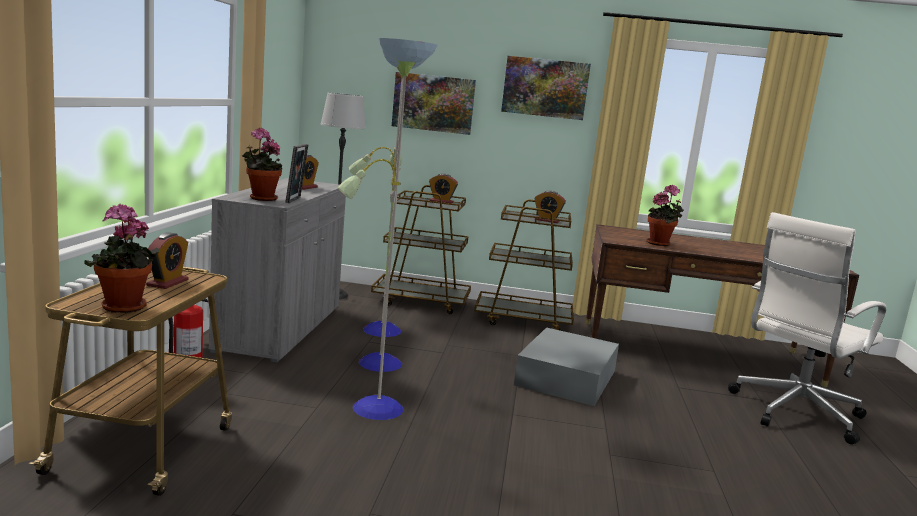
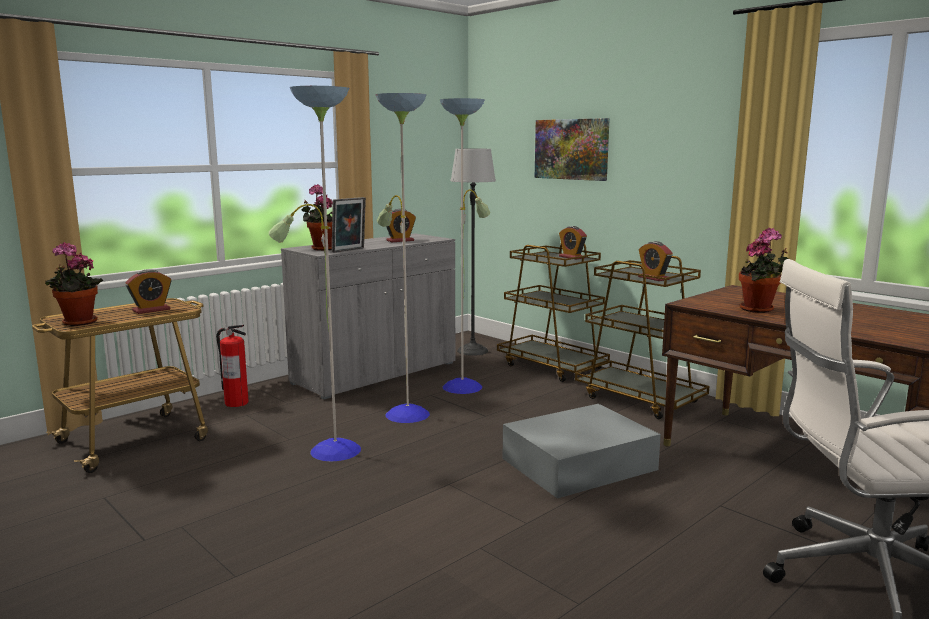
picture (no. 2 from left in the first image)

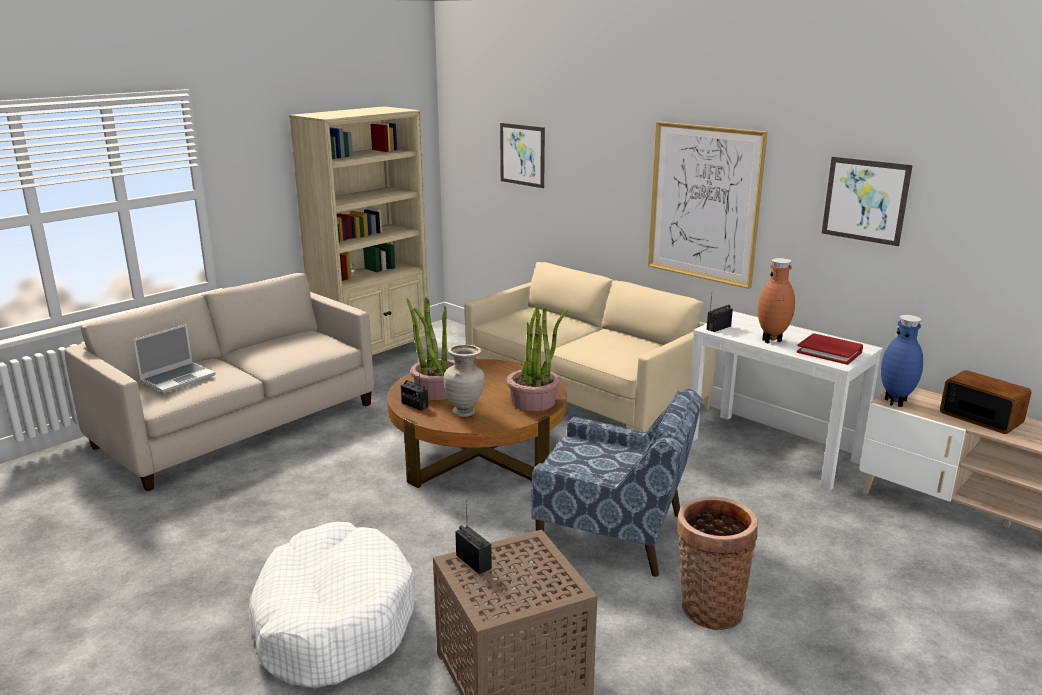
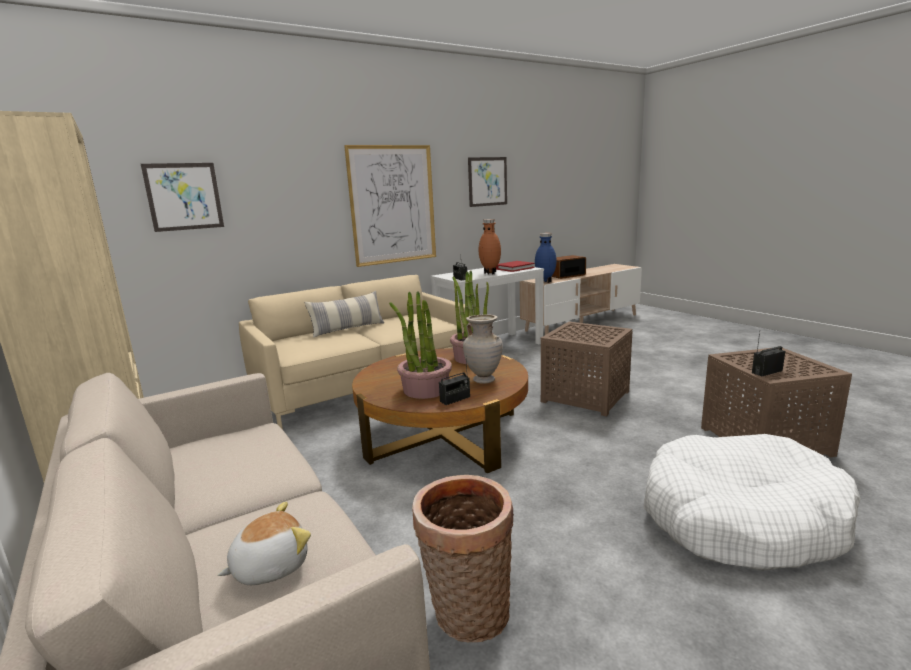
plush toy
side table in brown (no. 1 from left)
basket
pillow

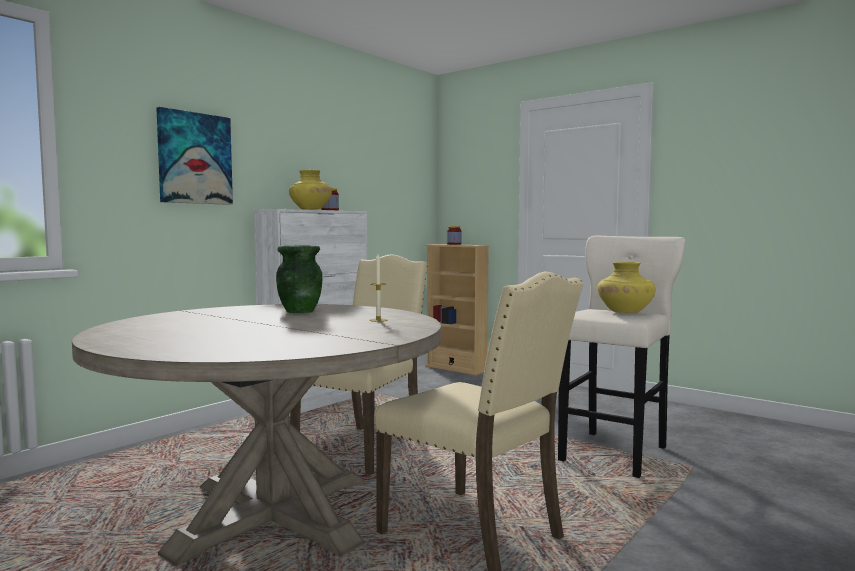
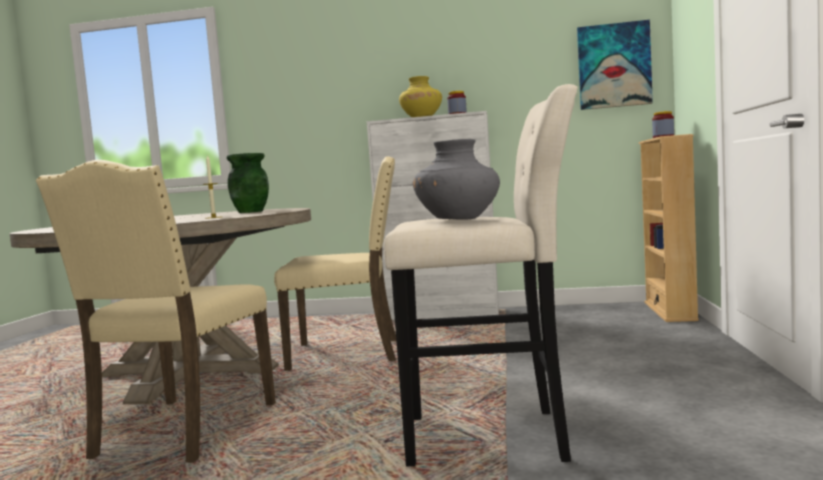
picture
vase in grey

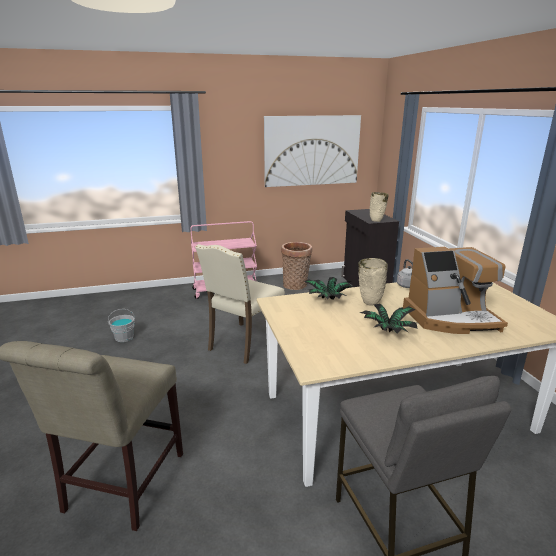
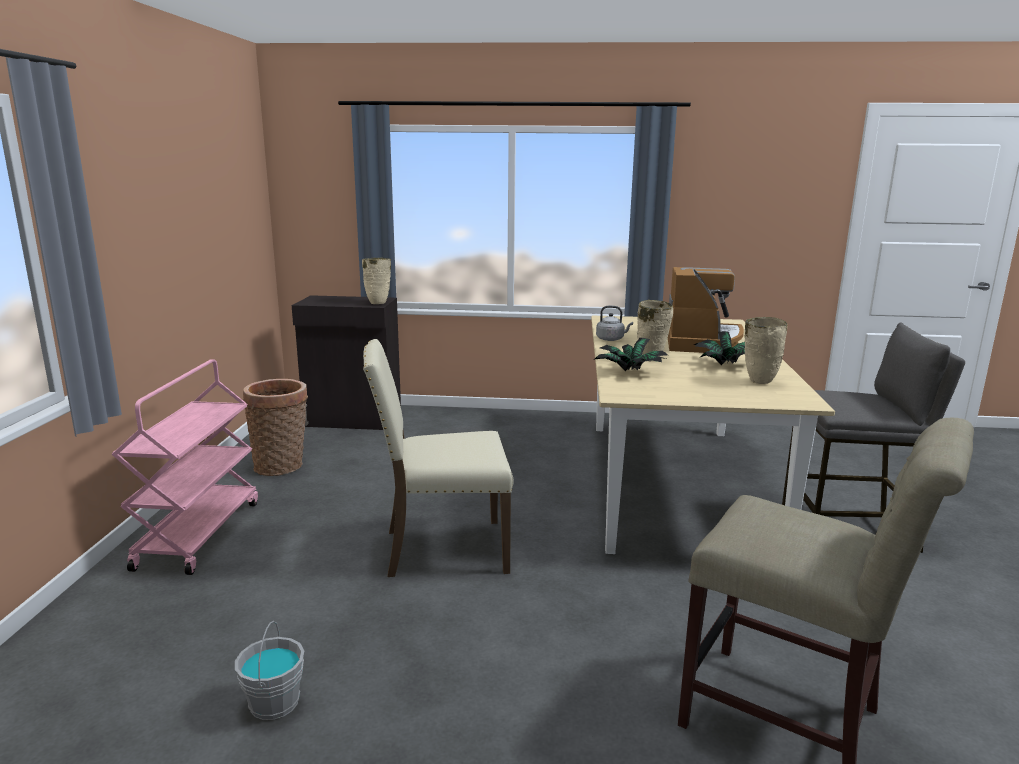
chair in beige (no. 1 from left)
picture
vase in beige (no. 3 from left)

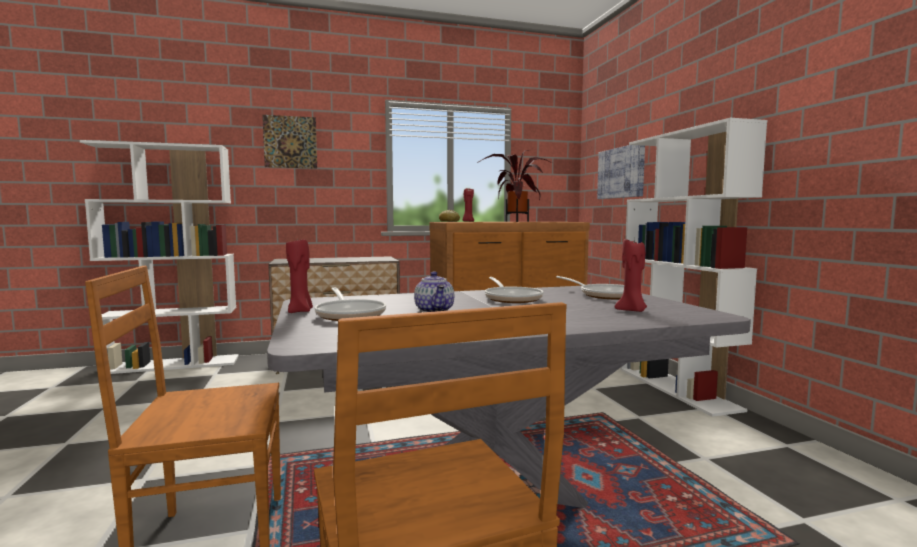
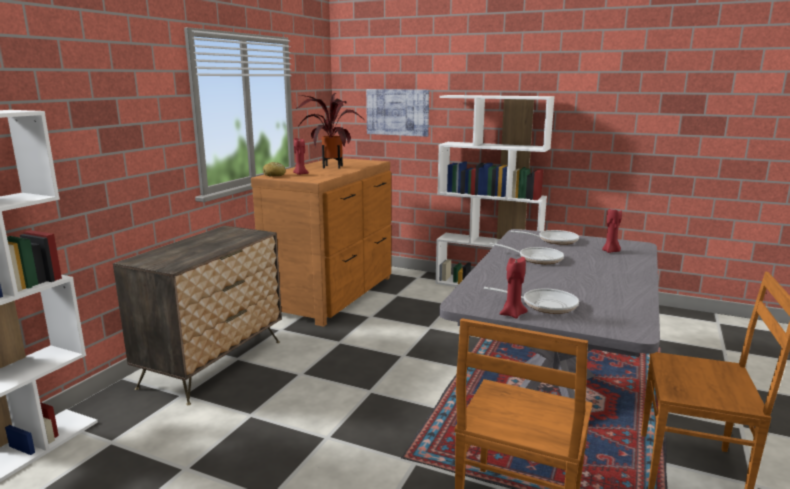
picture (no. 1 from left in the first image)
teapot

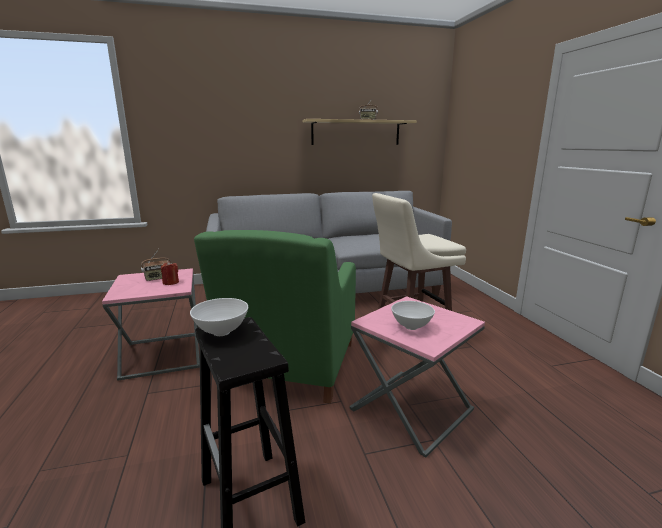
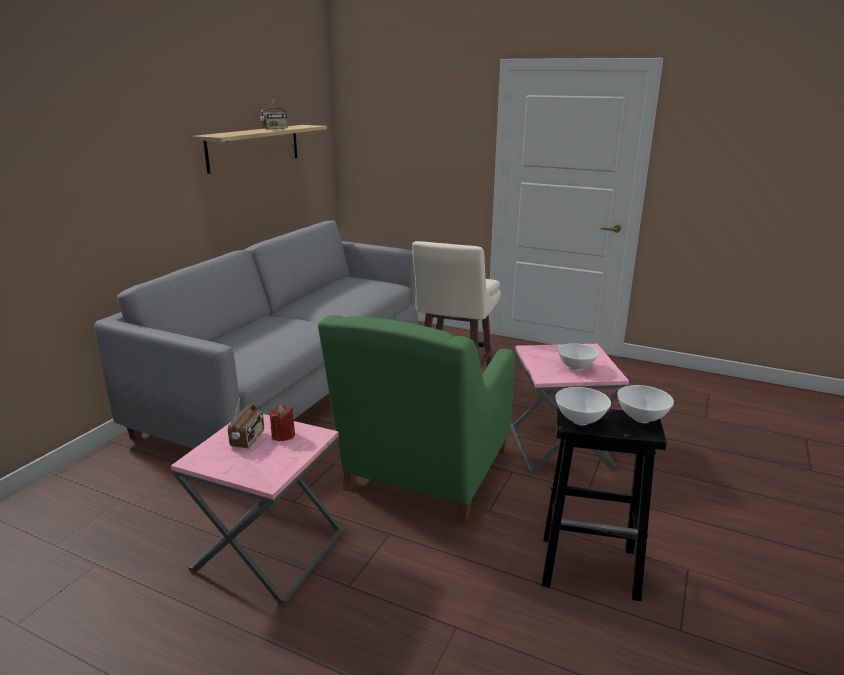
armchair in green
bowl in white (no. 3 from left)

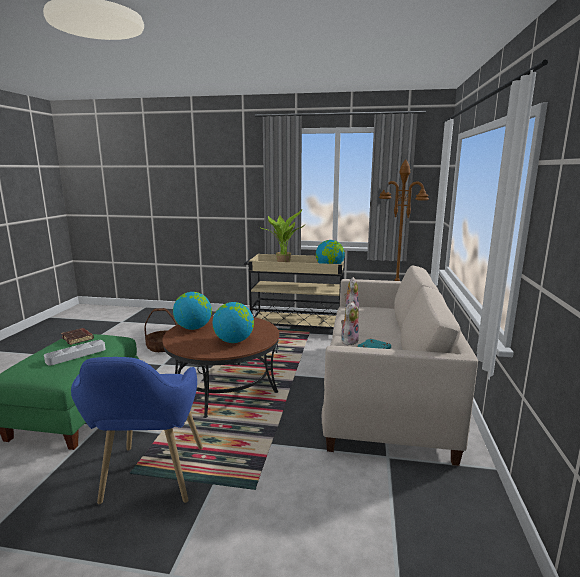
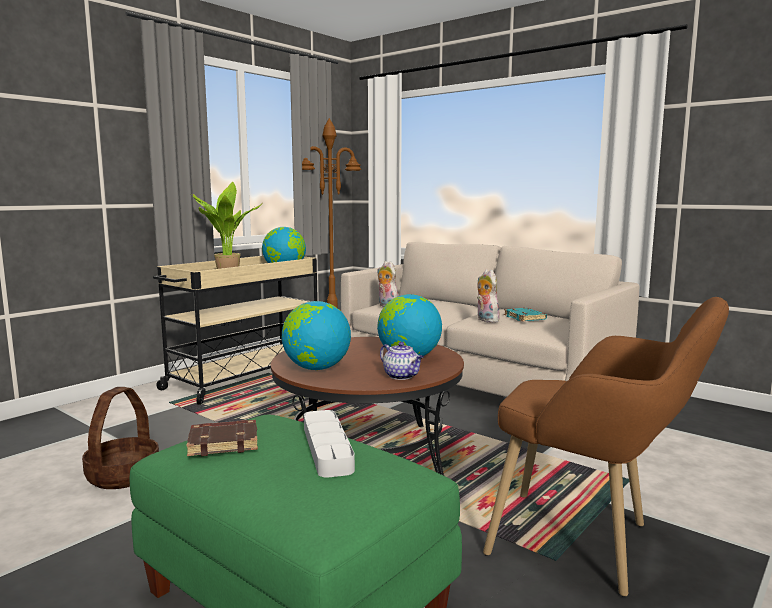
armchair in brown
teapot

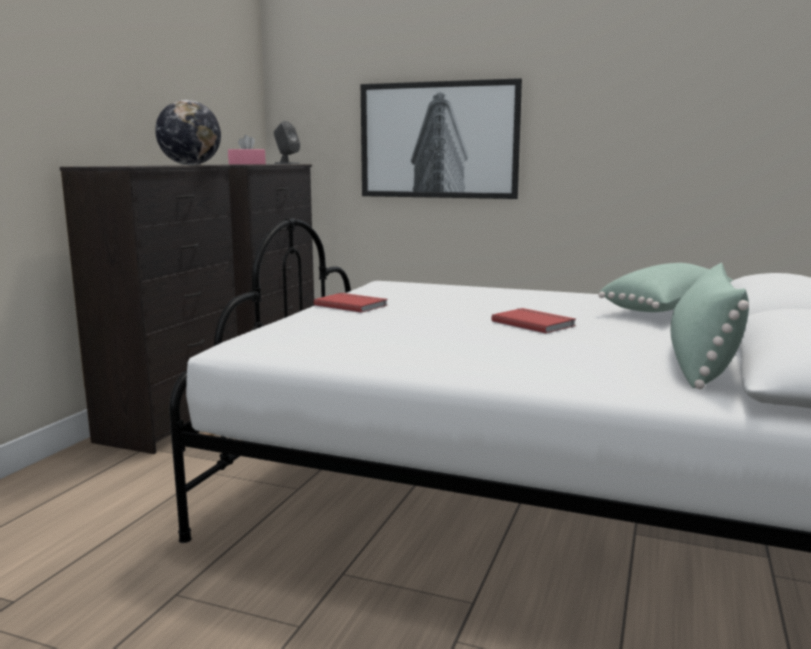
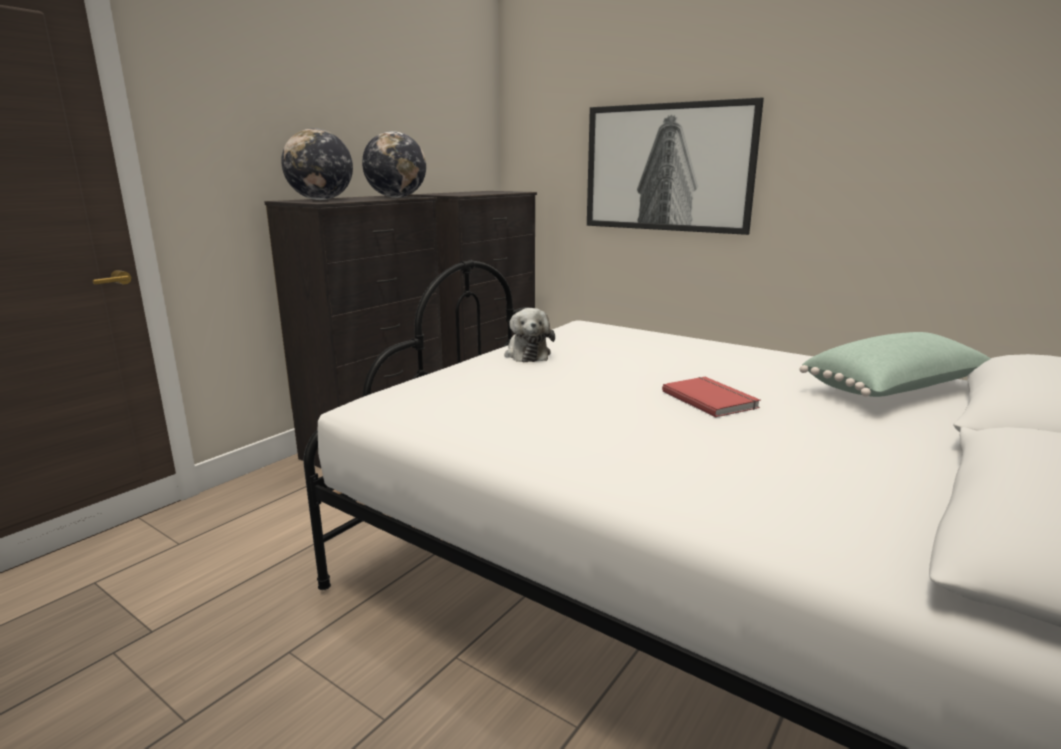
tissue box in pink
speaker in grey
plush toy
pillow in green (no. 2 from left in the first image)
globe (no. 1 from left)

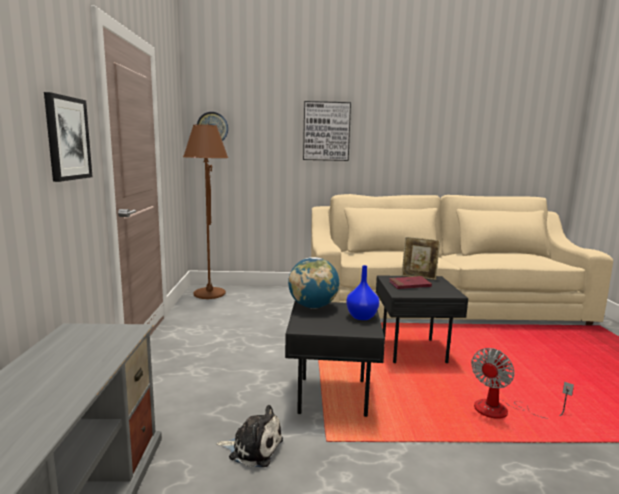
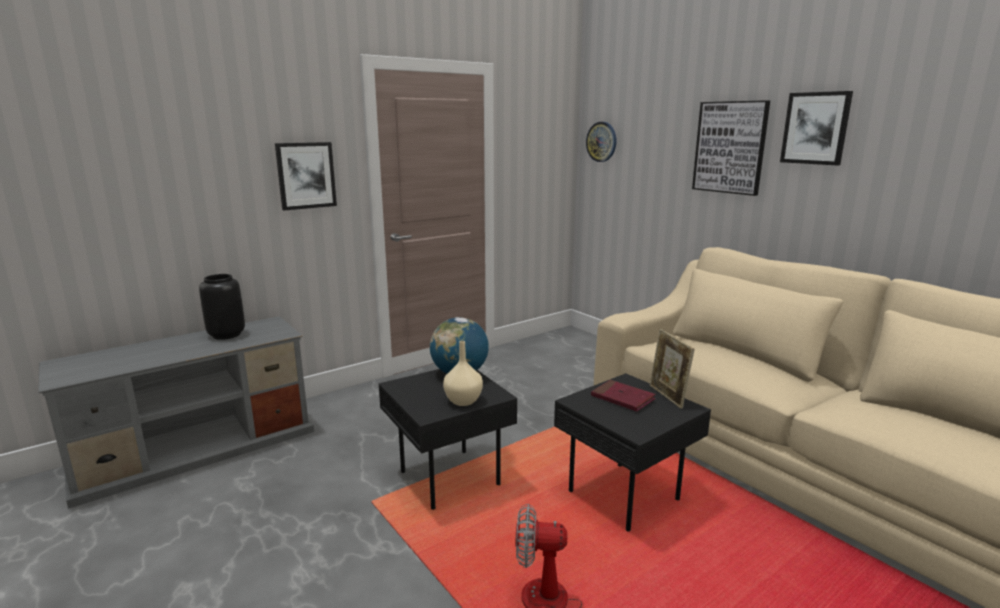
floor lamp in brown
plush toy
vase in beige
vase in black
picture (no. 3 from left)

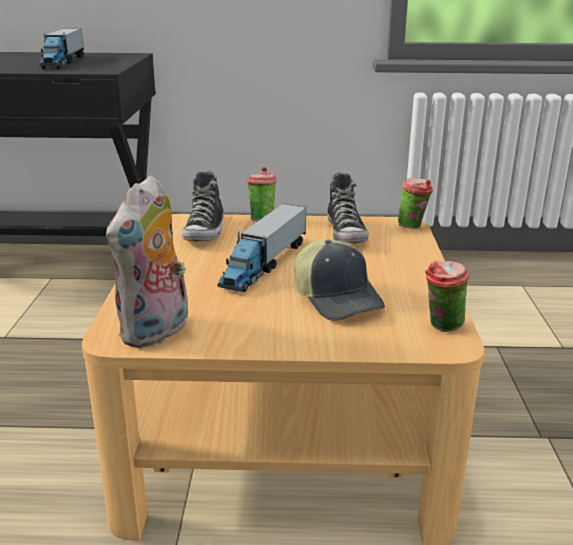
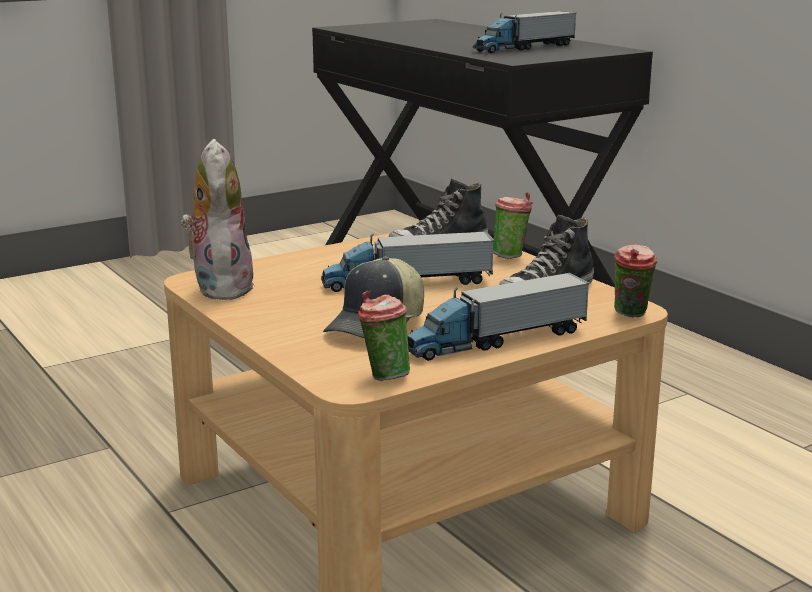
plush toy
toy truck (no. 2 from left)

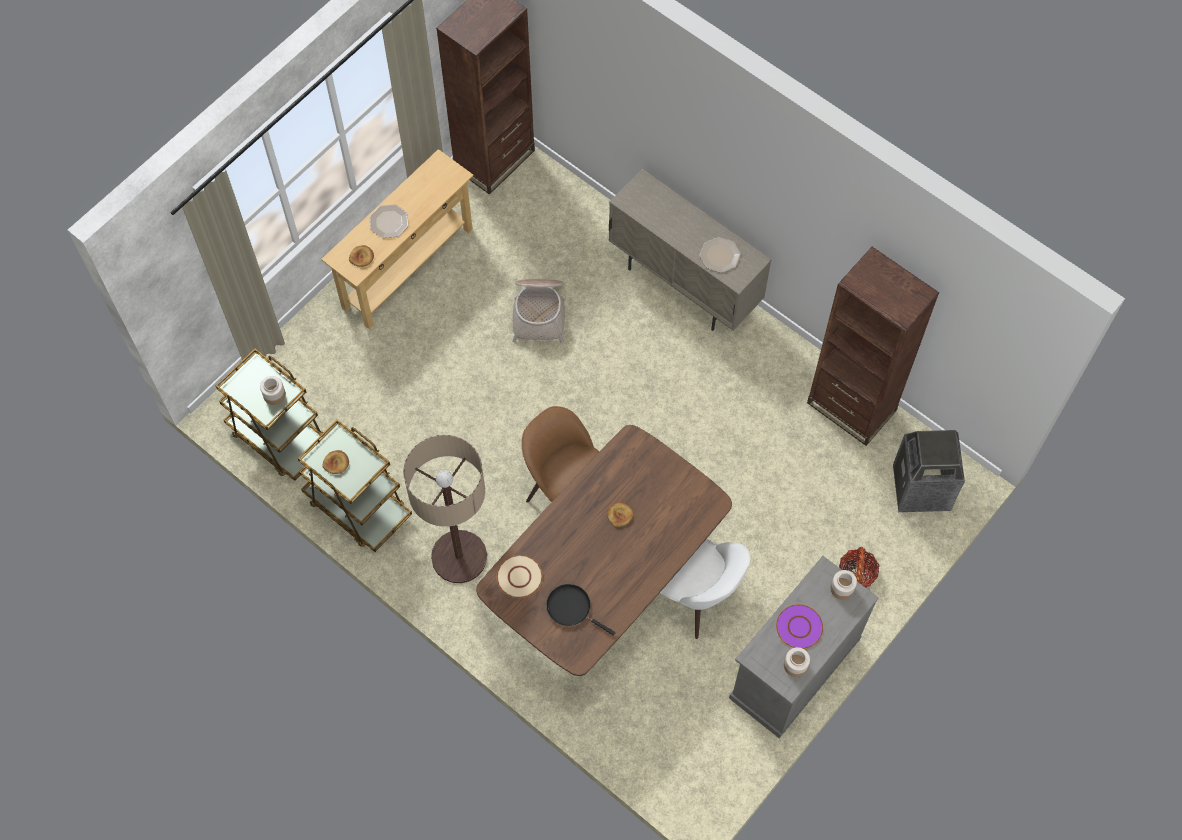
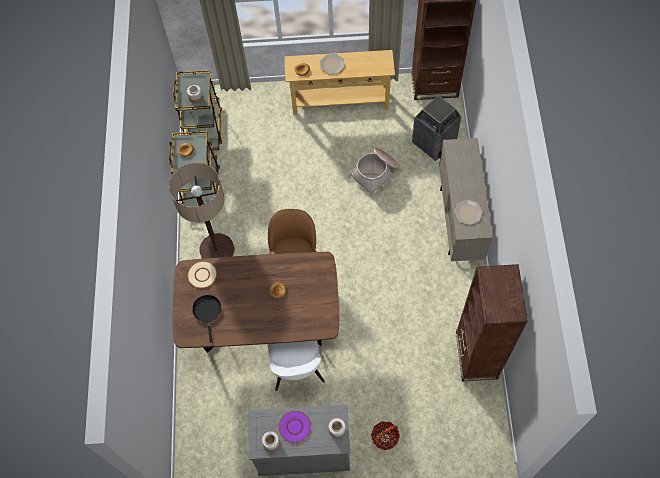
trash can

